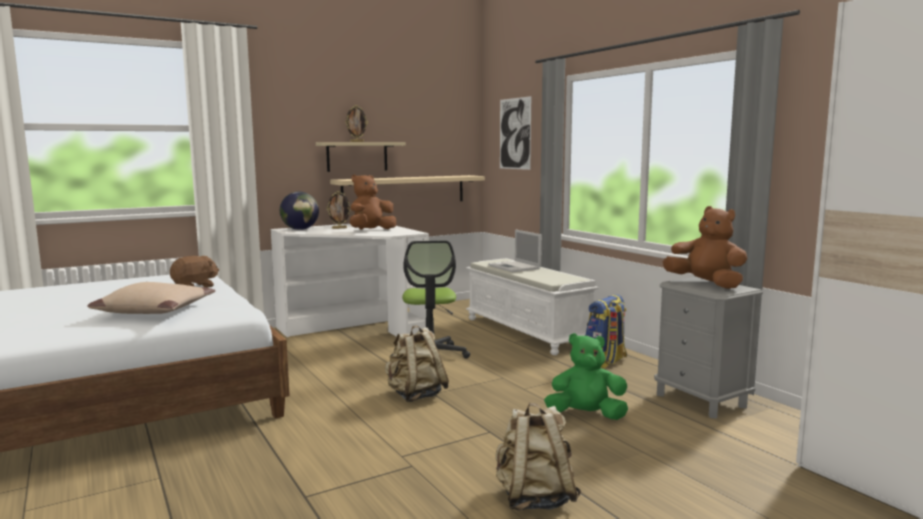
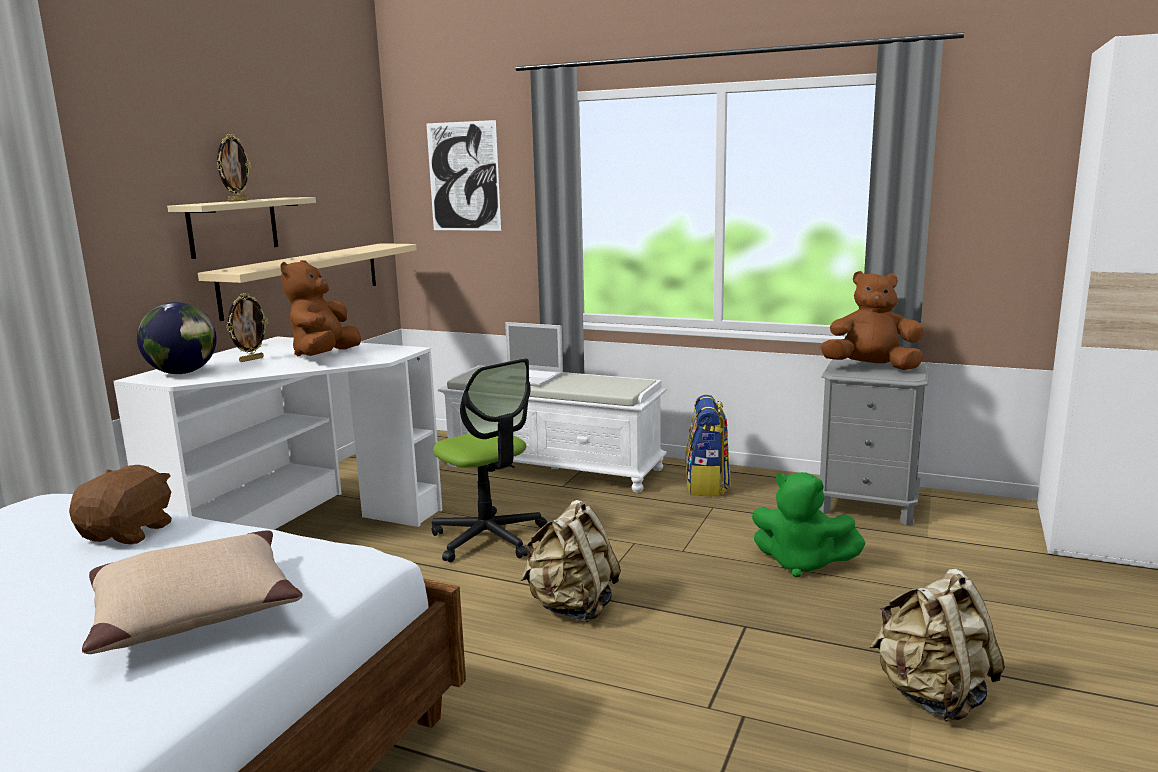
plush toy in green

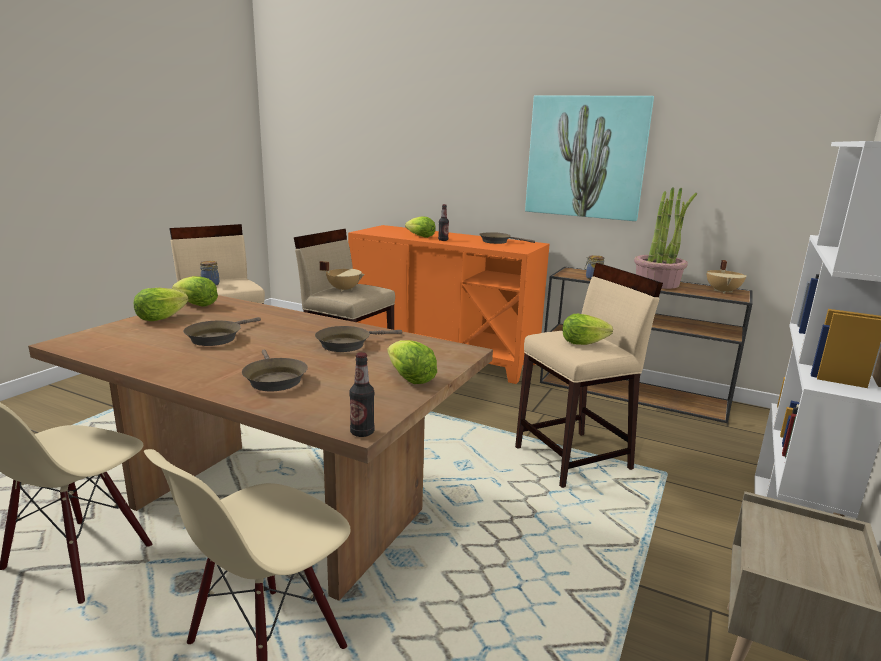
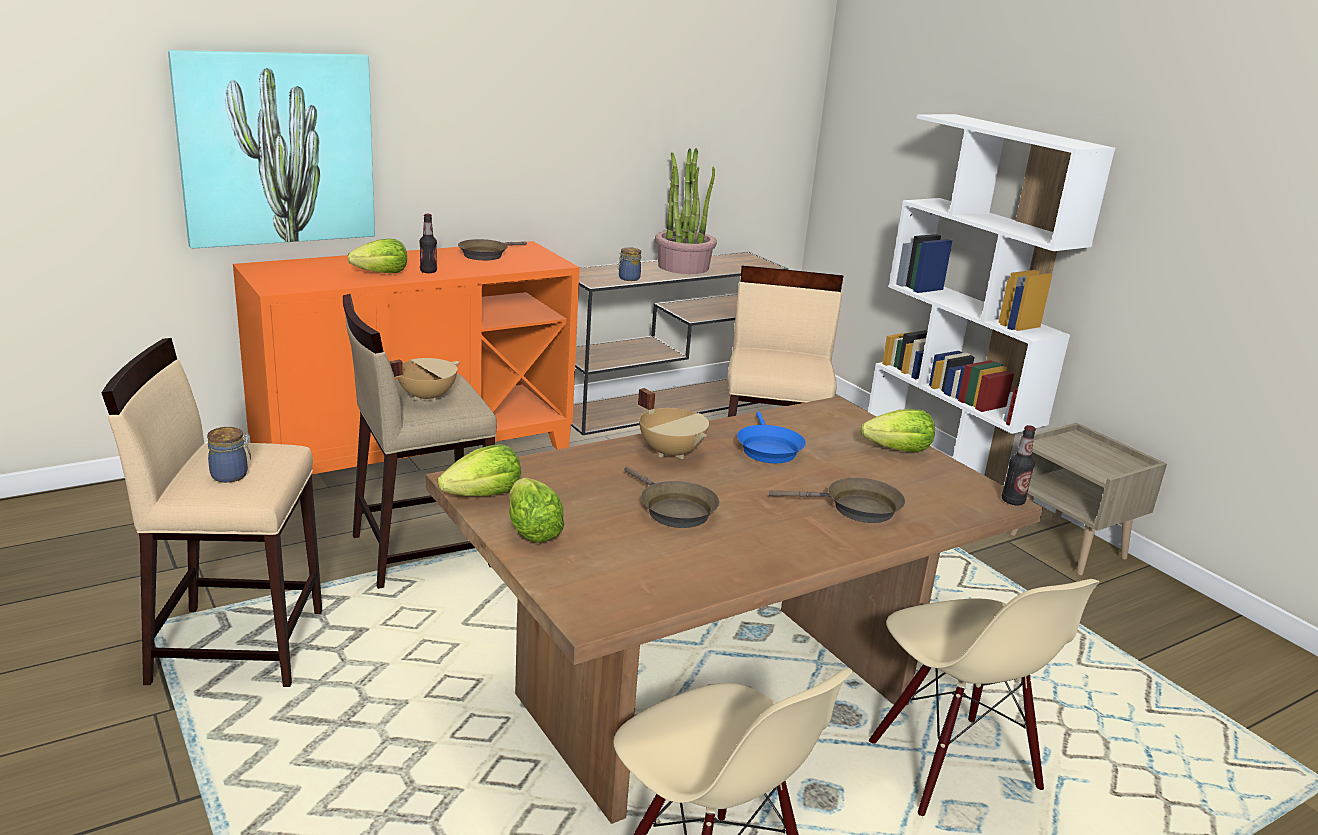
frying pan in blue
picture
lettuce (no. 5 from left in the first image)
cooking pot in beige (no. 2 from left)

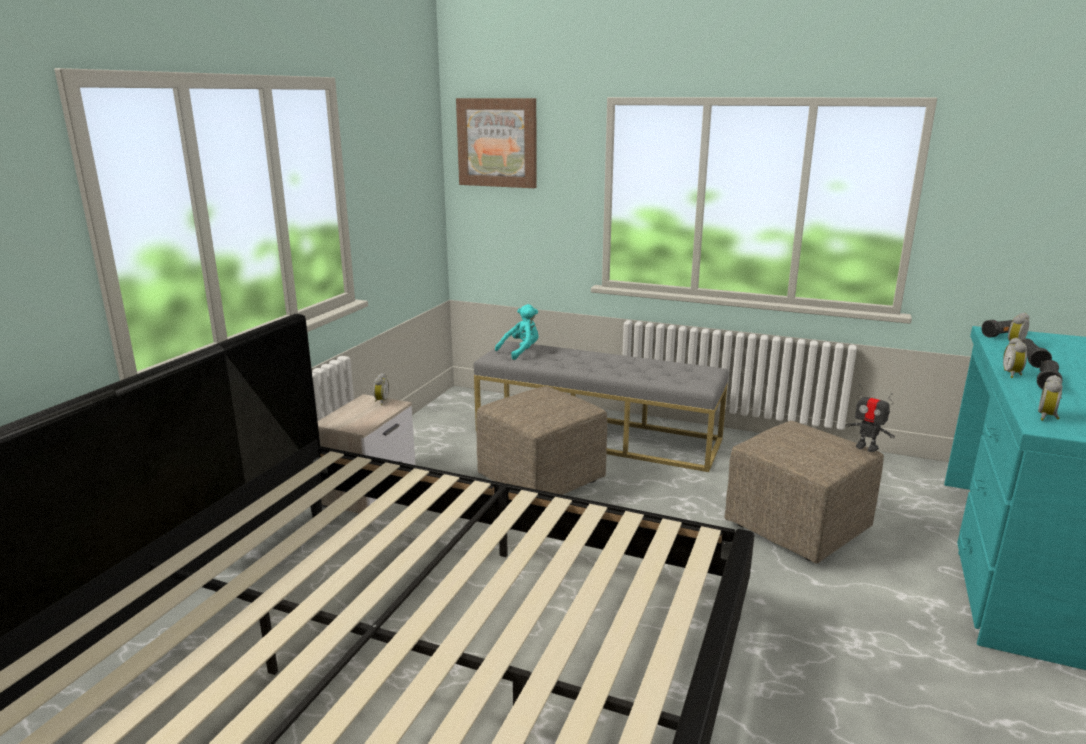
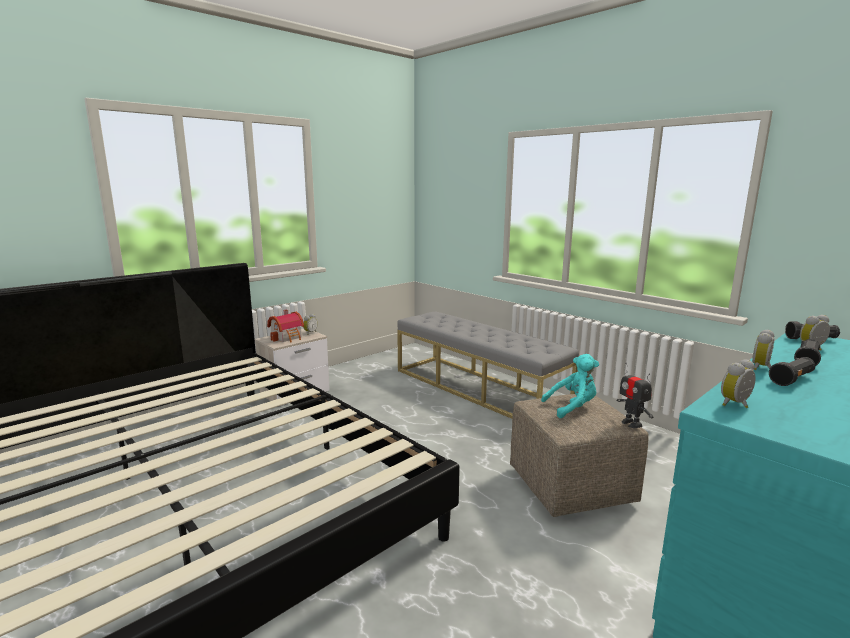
picture
ottoman in beige (no. 1 from left in the first image)
plush toy in turquoise
toy house

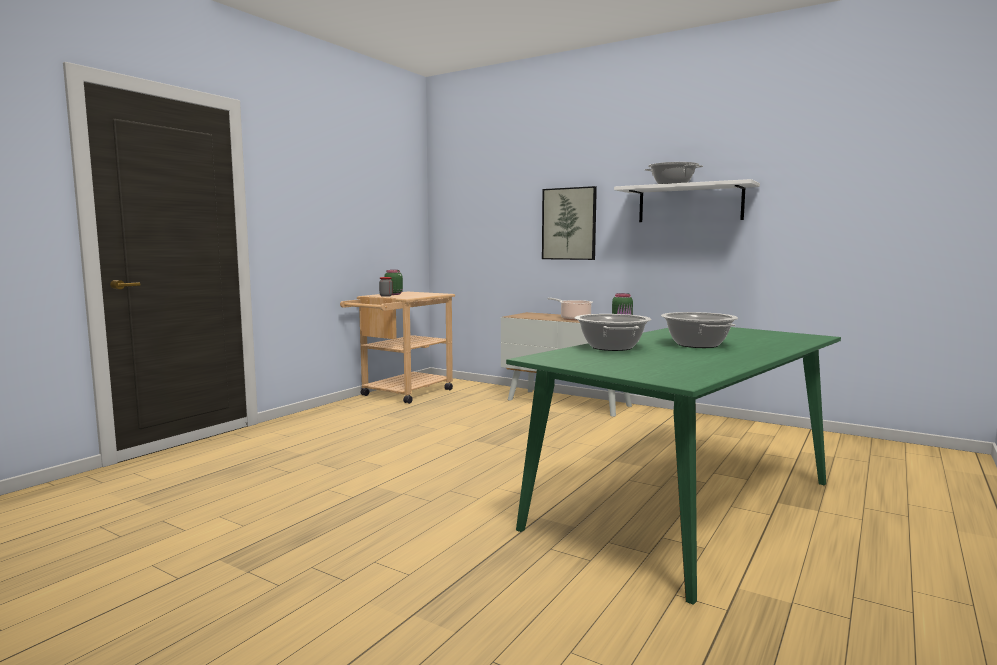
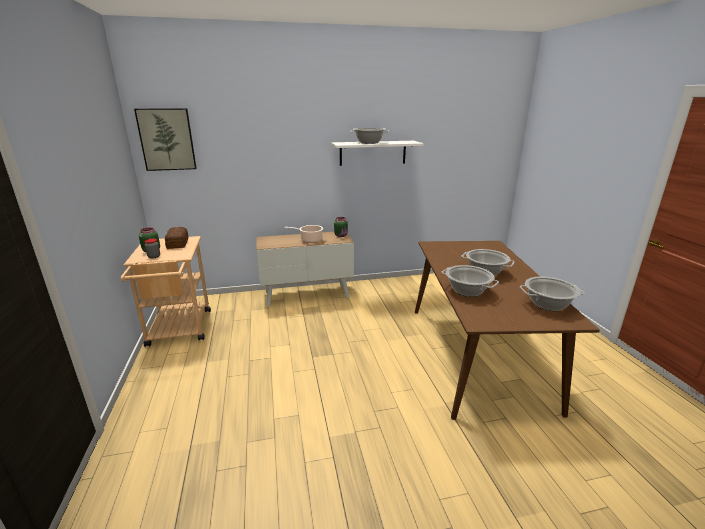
dining table in brown
picture
bread
cooking pot (no. 5 from left)

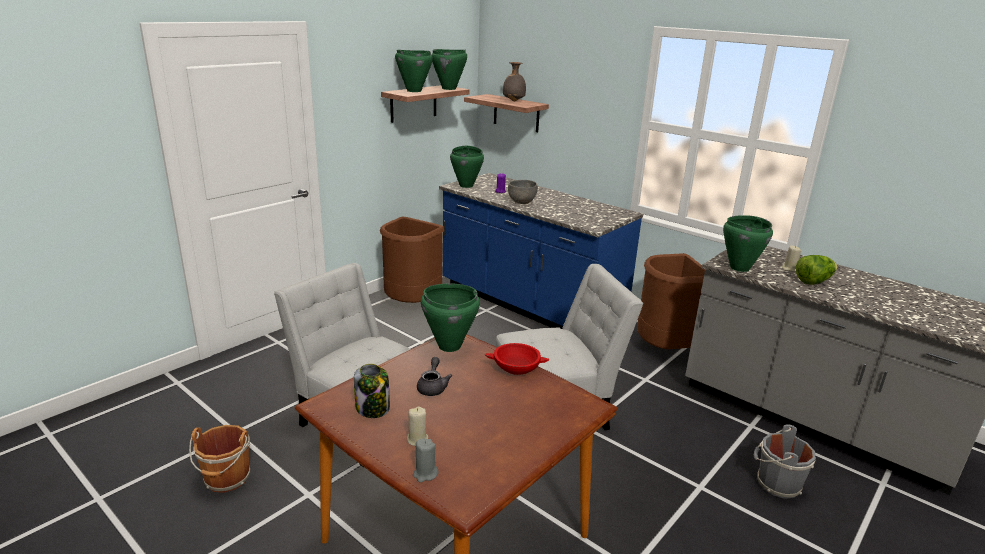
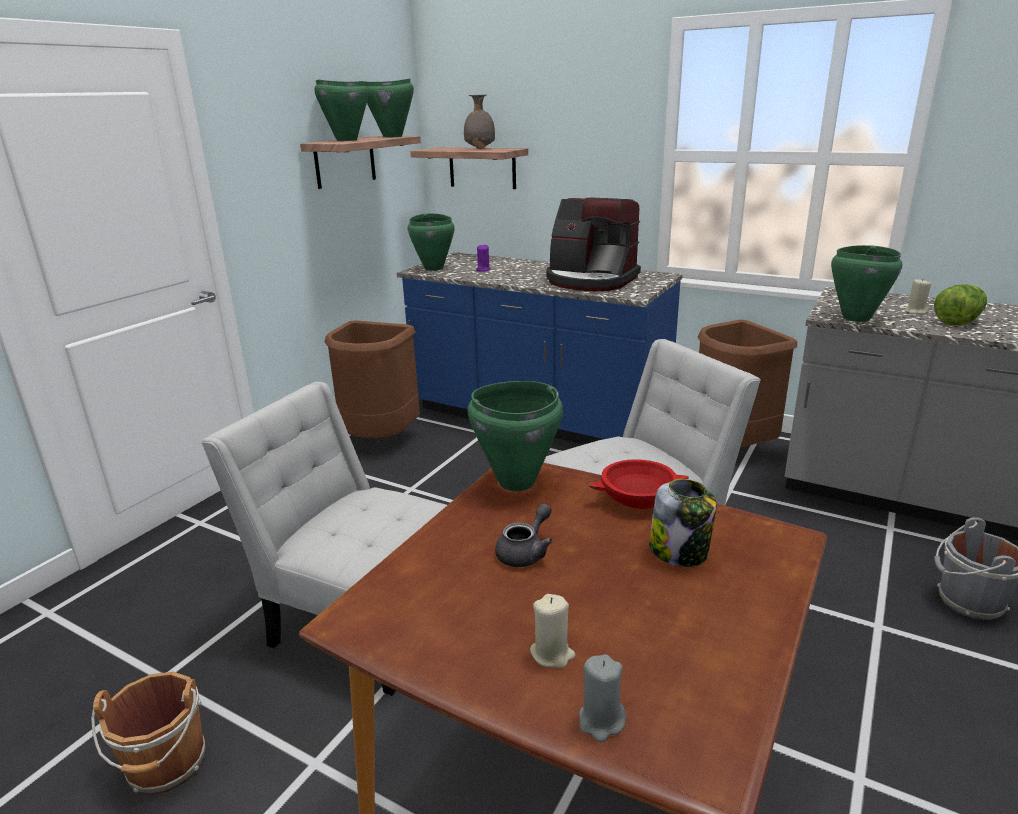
jar
teapot in grey
bowl in grey
coffee machine

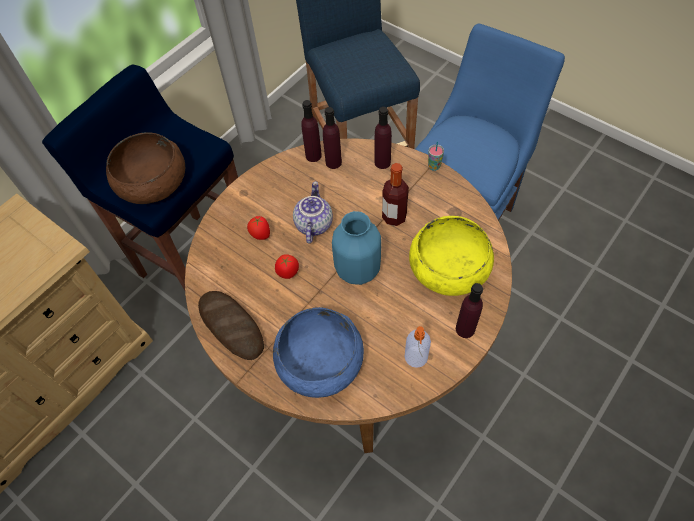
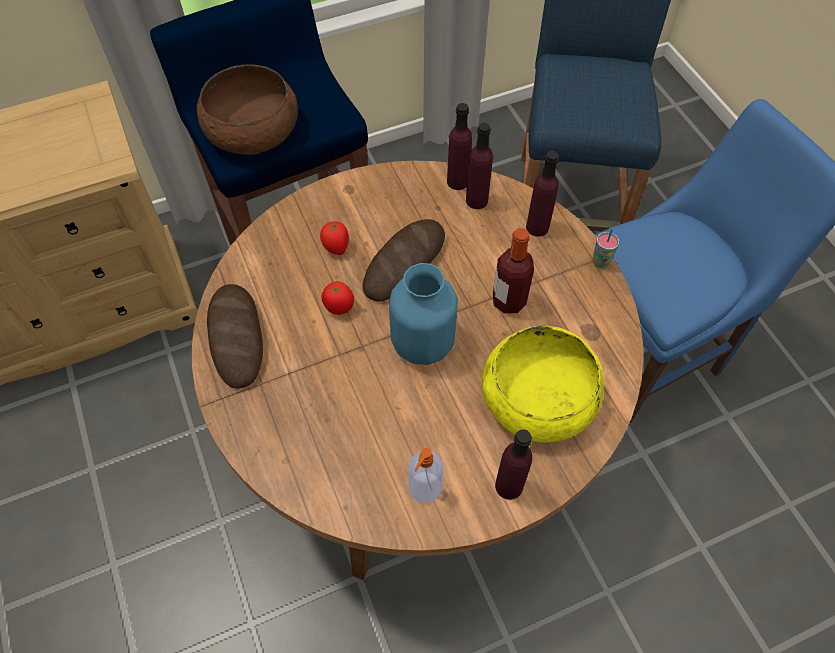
bowl in blue
bread (no. 2 from left)

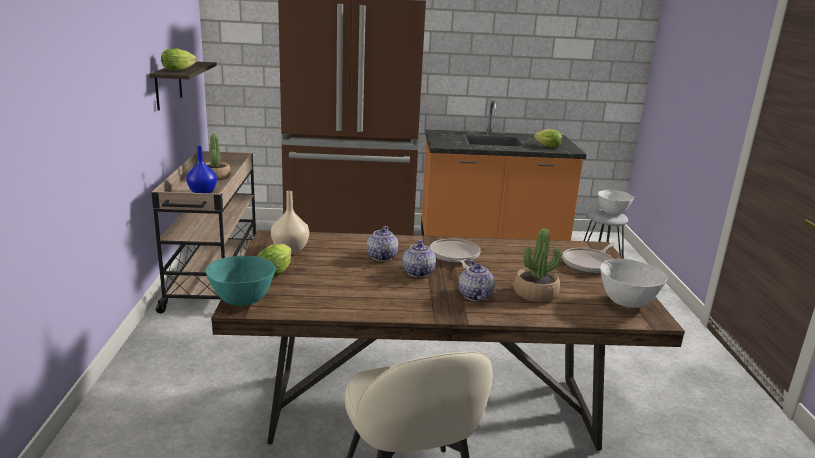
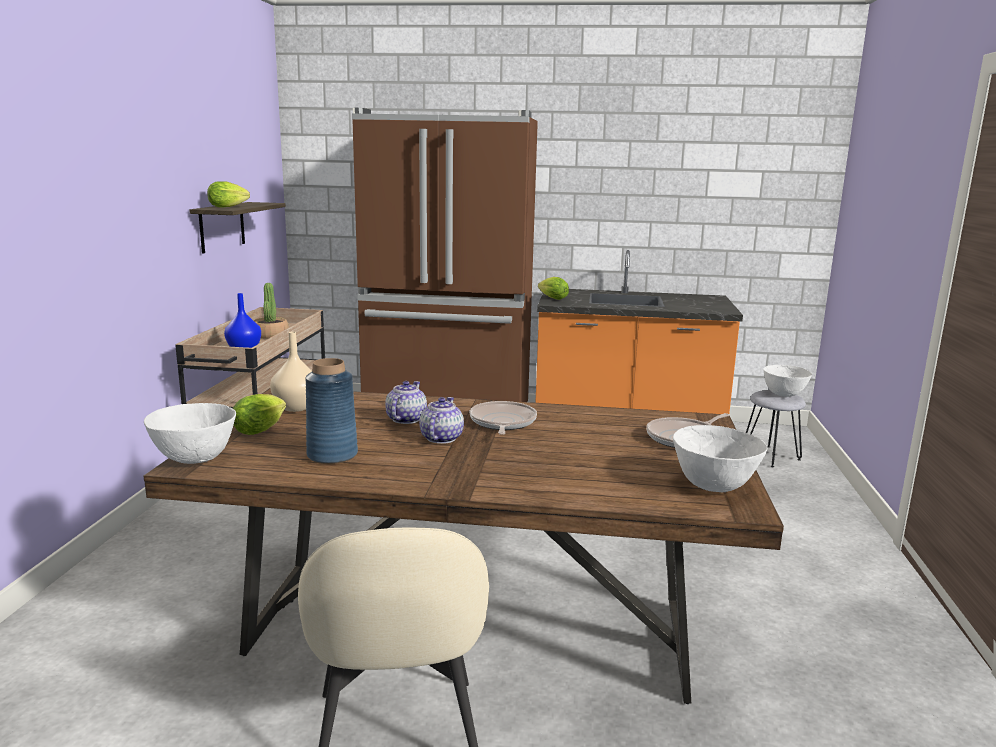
bowl in white (no. 1 from left)
teapot (no. 3 from left in the first image)
potted plant (no. 2 from left in the first image)
lettuce (no. 3 from left)
vase in blue (no. 2 from left)

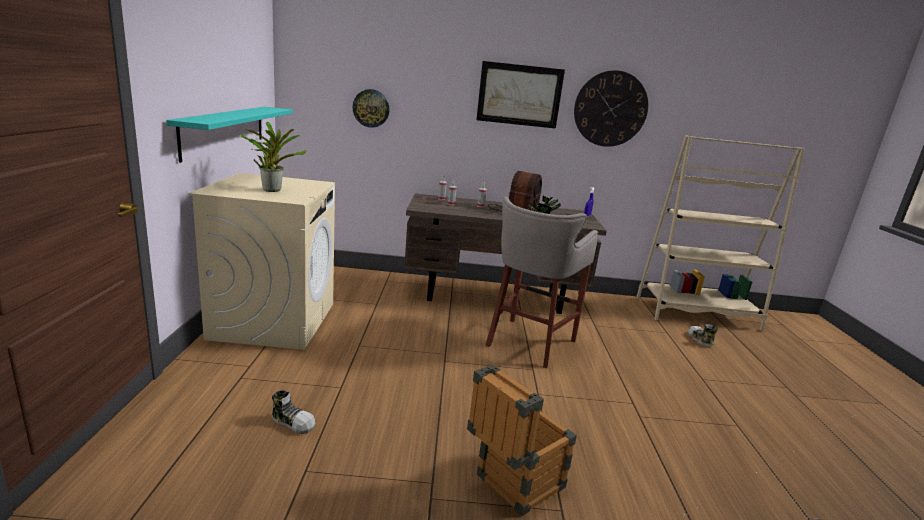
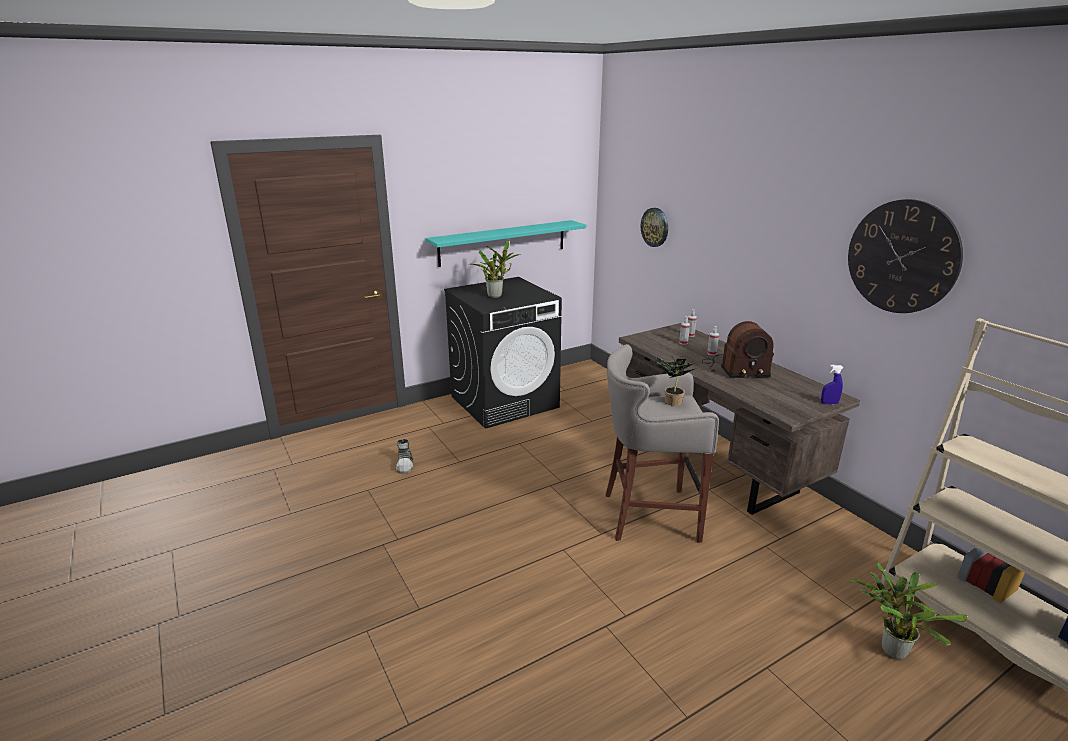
washing machine in black
crate
picture
potted plant (no. 3 from left)

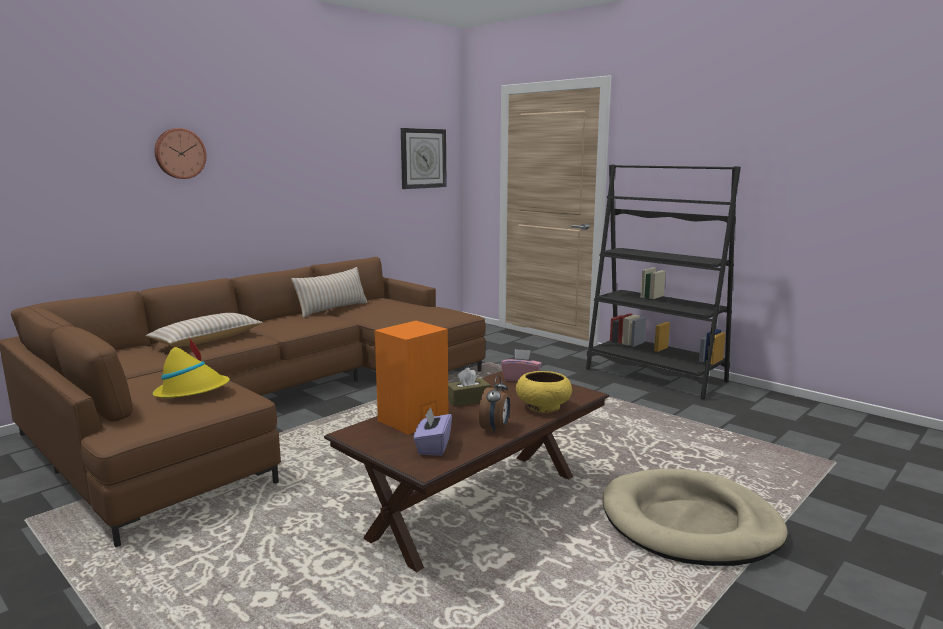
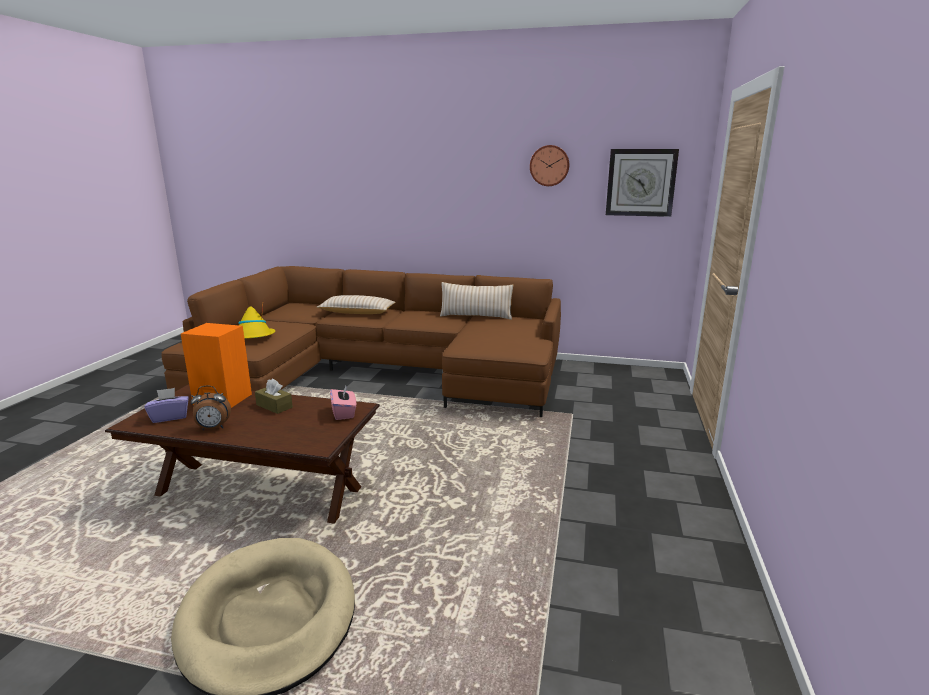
wall clock (no. 1 from left)
bowl in yellow
bookcase in black

